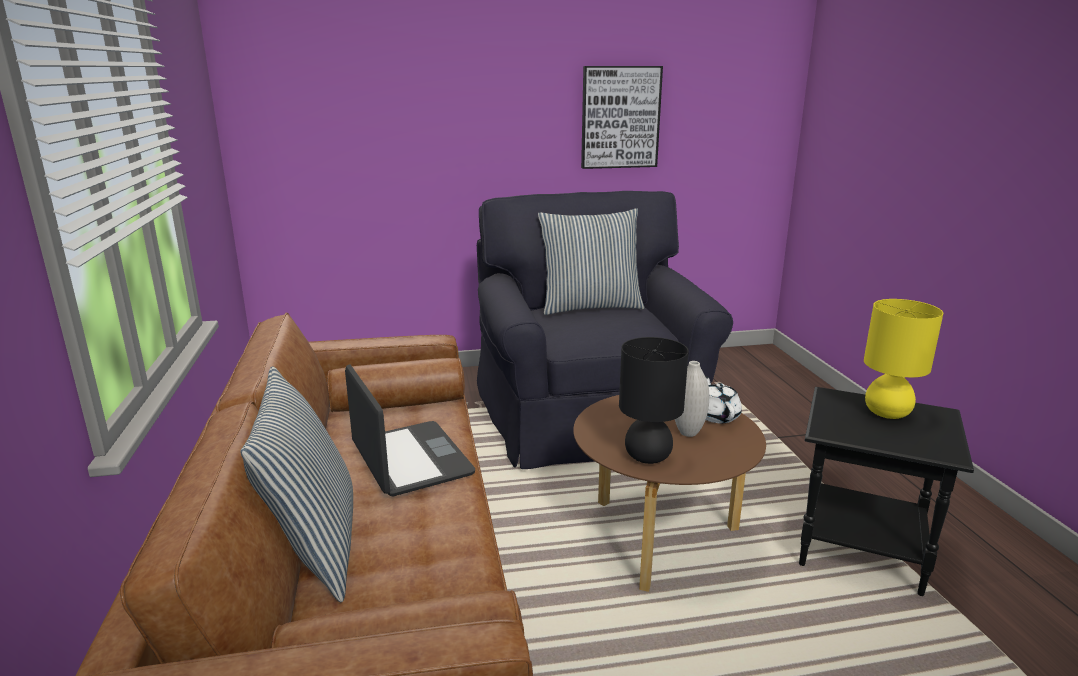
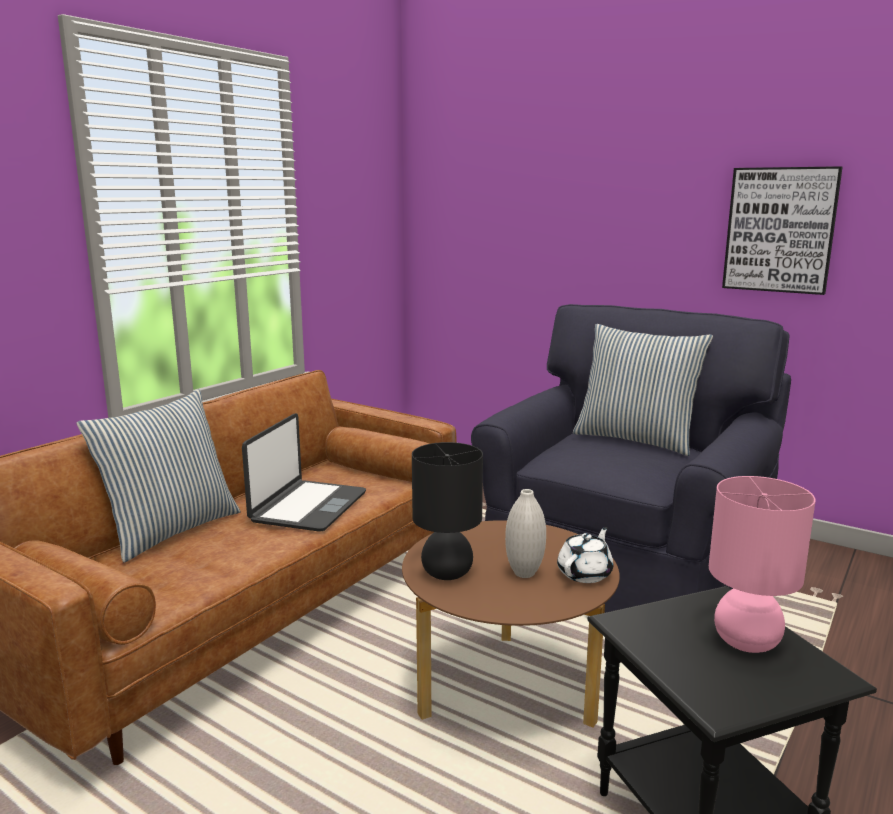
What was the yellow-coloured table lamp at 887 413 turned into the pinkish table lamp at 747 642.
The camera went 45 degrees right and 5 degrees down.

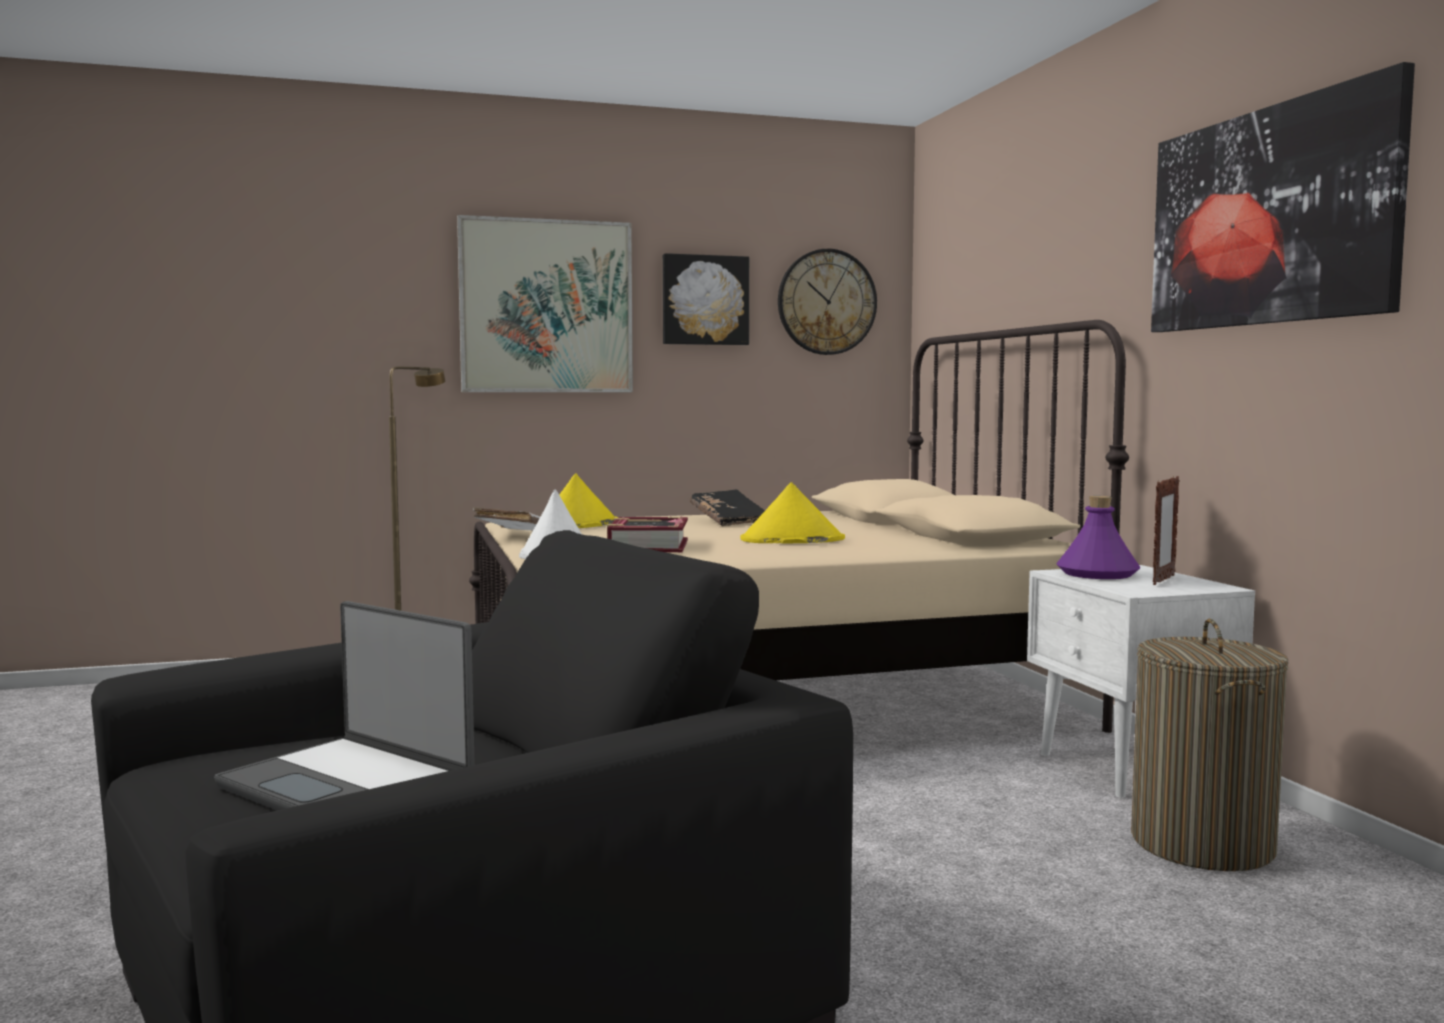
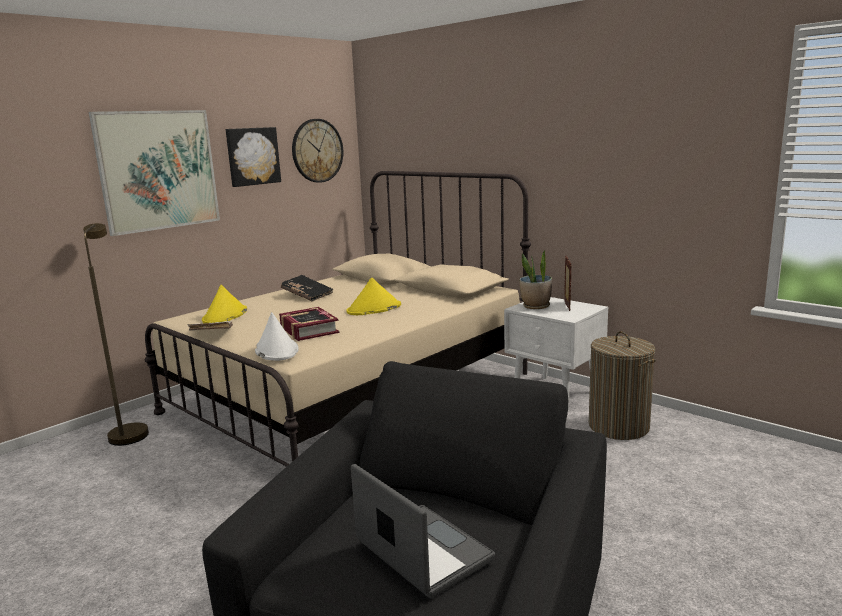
The laptop at 350 785 ended up facing another way, 135 degrees counterclockwise from before.
Where the purplish drink bottle stood at 1098 574, the houseplant came to stand at 535 306.
The second view lost the picture at 1269 217.
The camera went 30 degrees left and 10 degrees up.

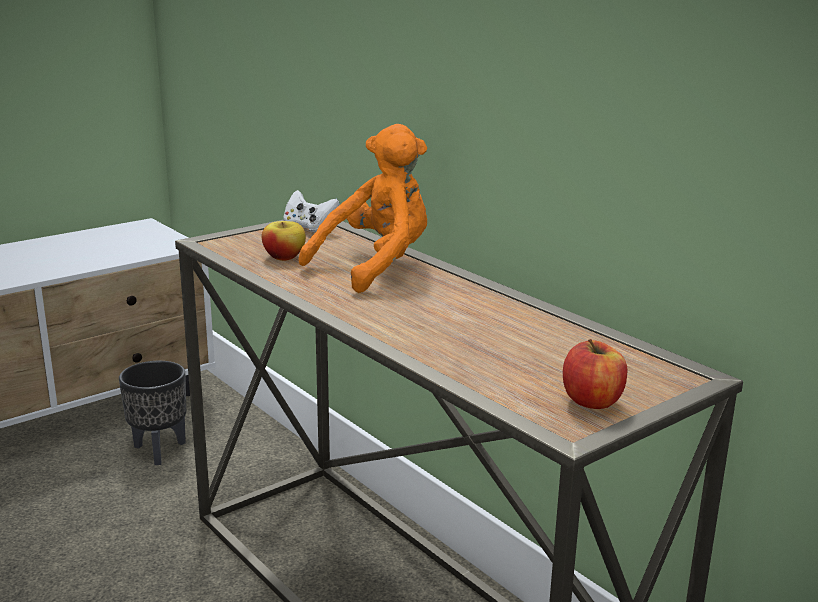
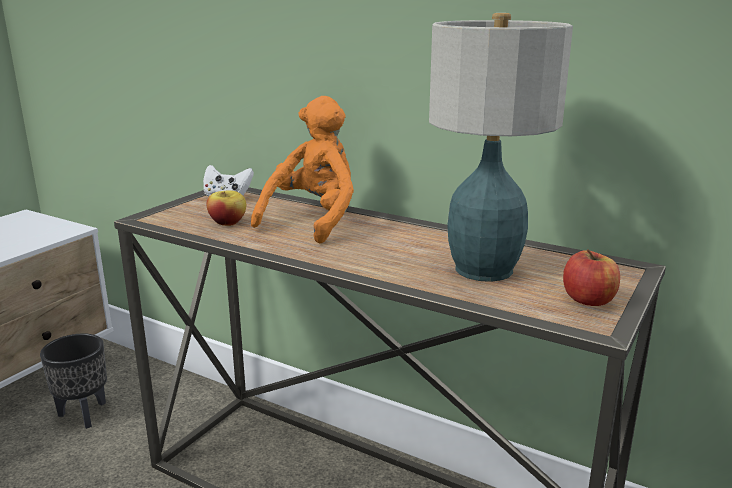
The second view gained the table lamp at 484 269.
The camera went 20 degrees left and 0 degrees up.

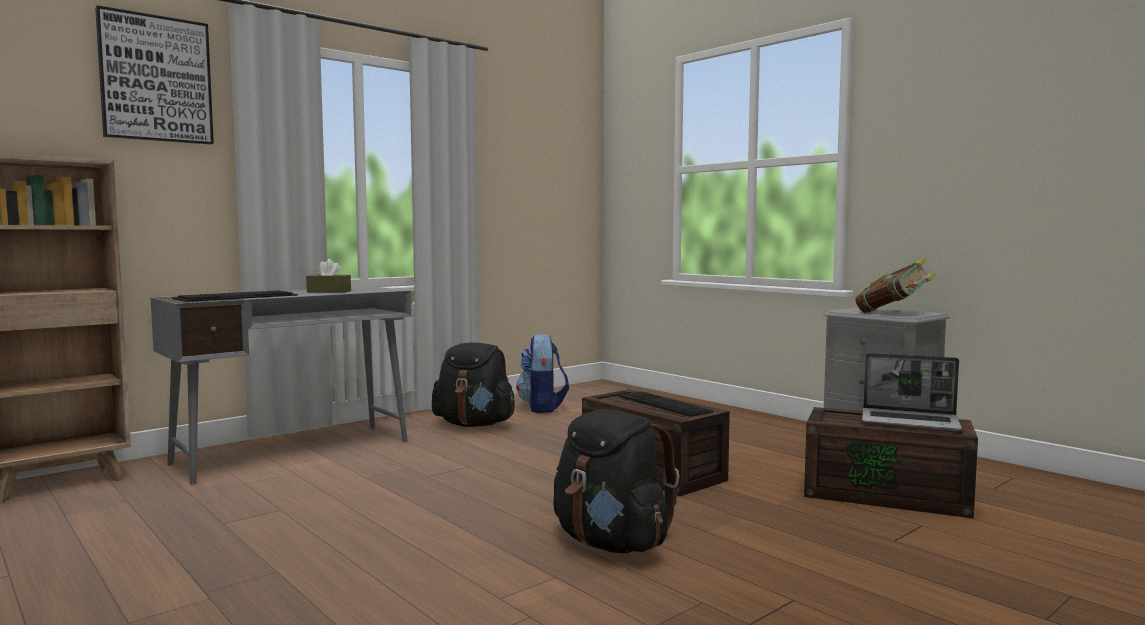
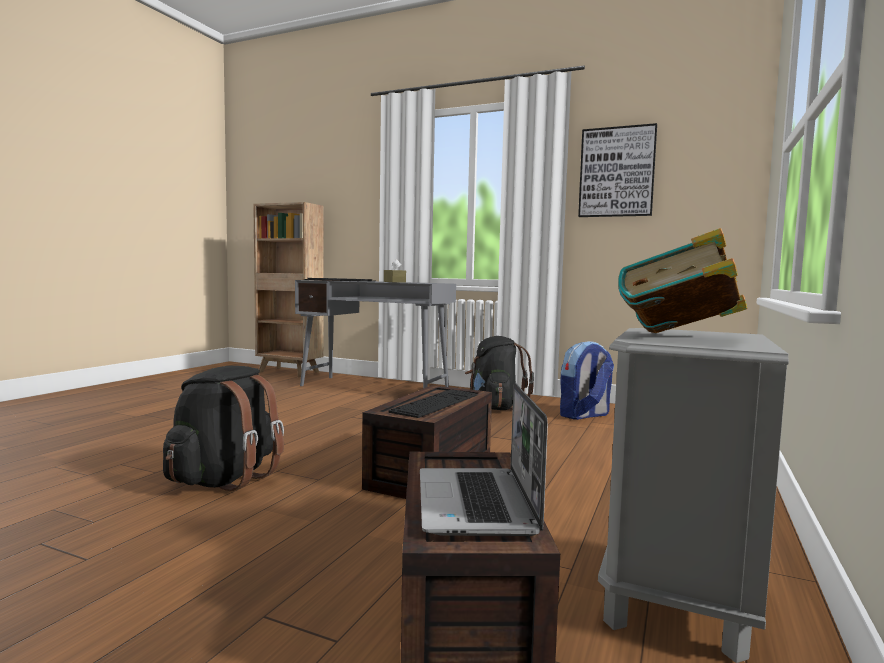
The picture ended up elsewhere, having gone from 156 79 to 617 172.
The camera went 65 degrees right and 0 degrees up.

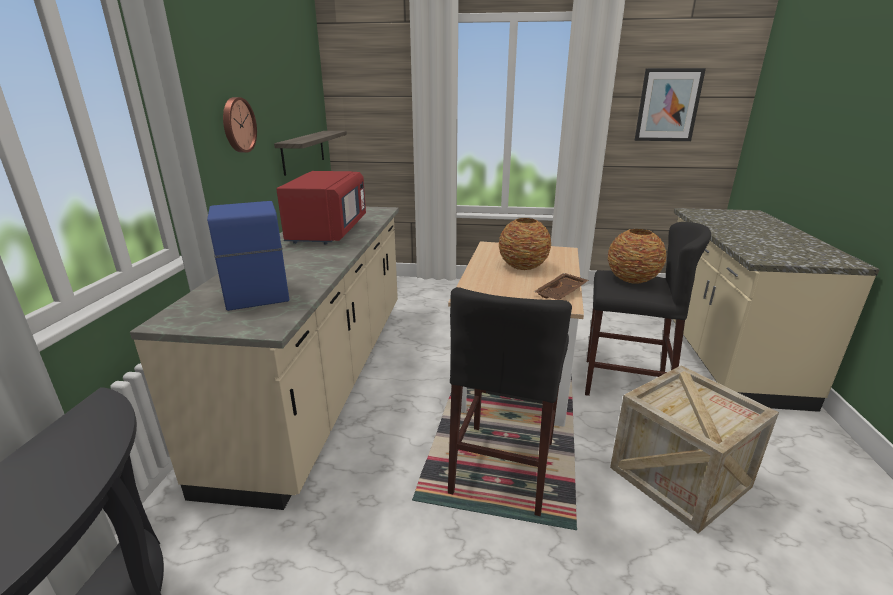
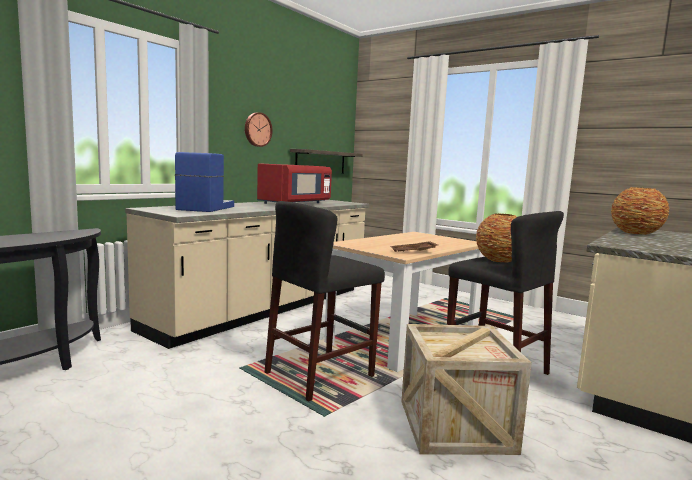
The flower vase ended up elsewhere, having gone from 523 266 to 636 233.
The second view lost the picture at 668 105.
The camera went 30 degrees right and 15 degrees down.

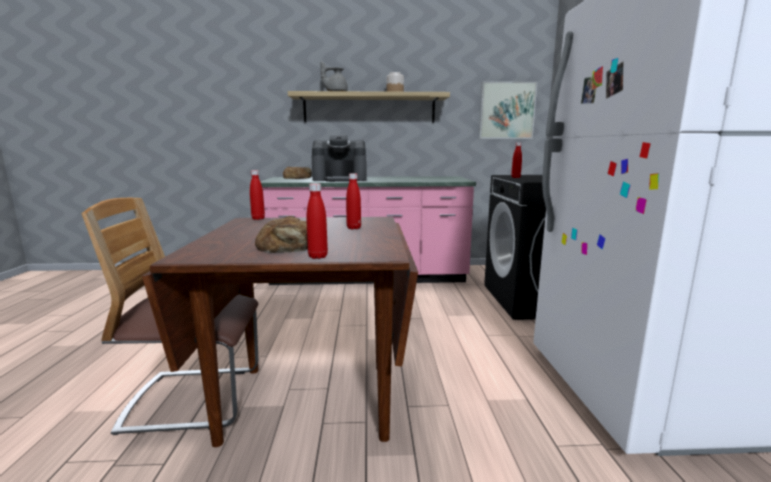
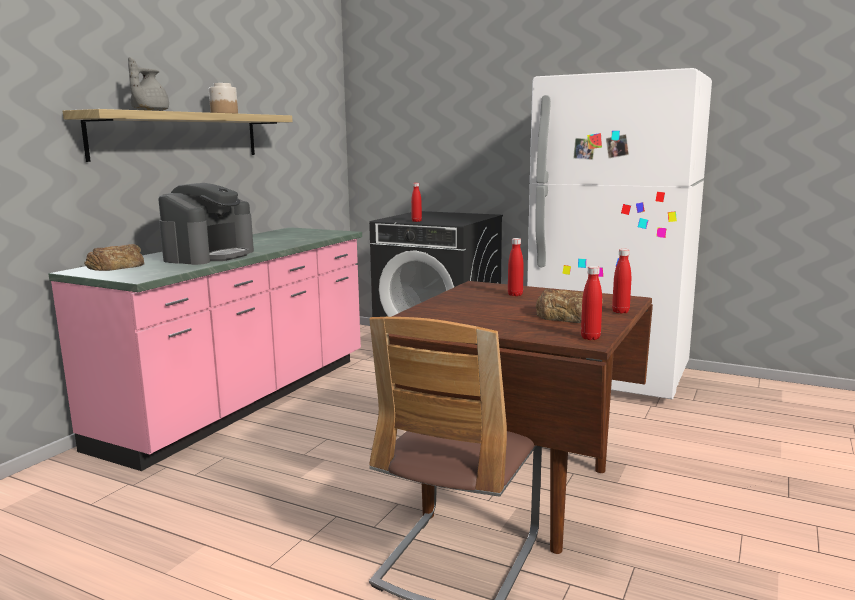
The red-coloured drink bottle ended up elsewhere, having gone from 258 218 to 590 338.
The second view lost the picture at 507 110.
The camera went 60 degrees left and 0 degrees up.

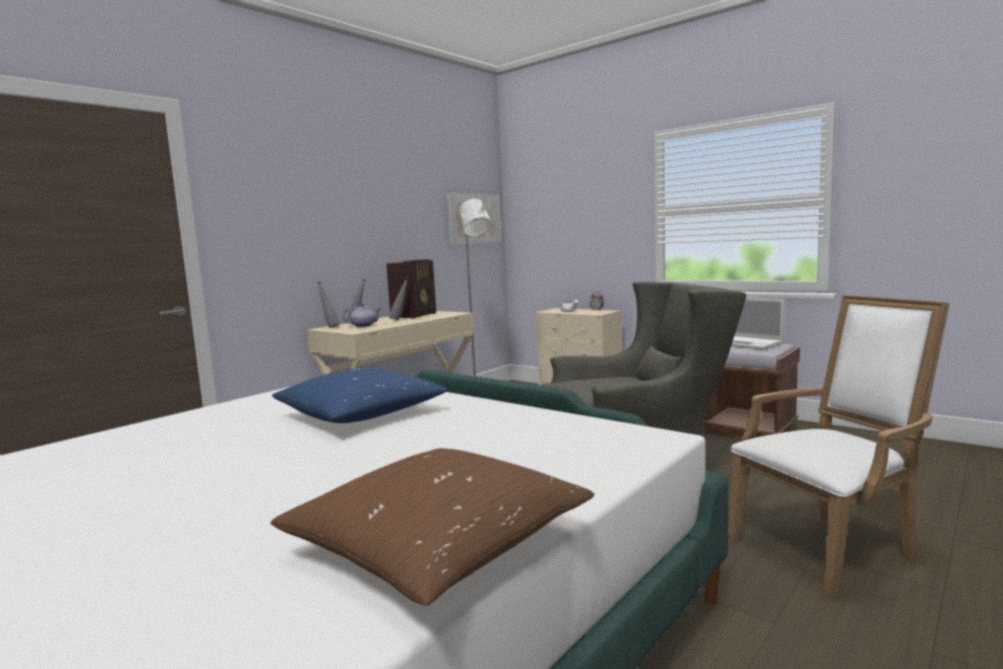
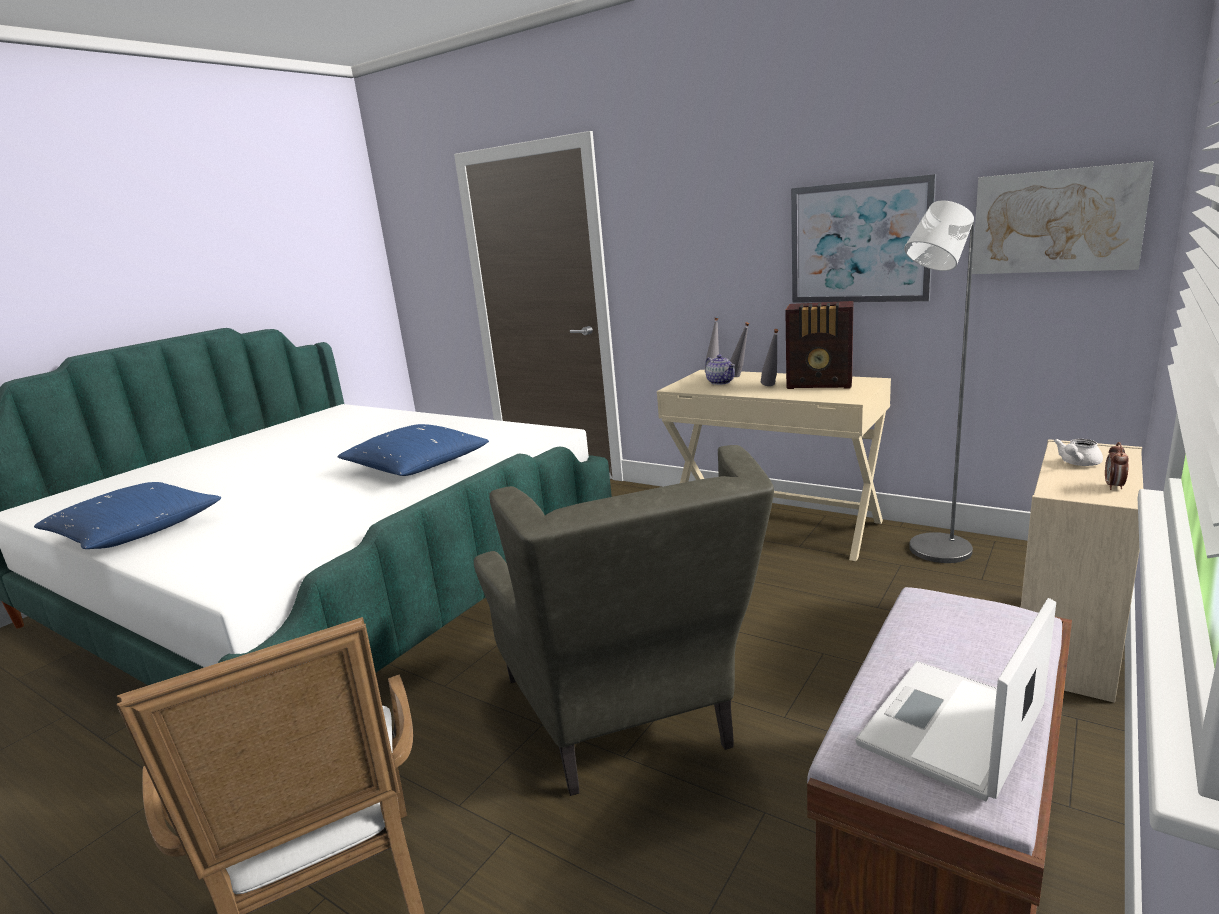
What was the brown-coloured cushion at 437 545 turned into the bluish cushion at 135 532.
The second view gained the picture at 859 243.
The camera went 85 degrees right and 10 degrees up.

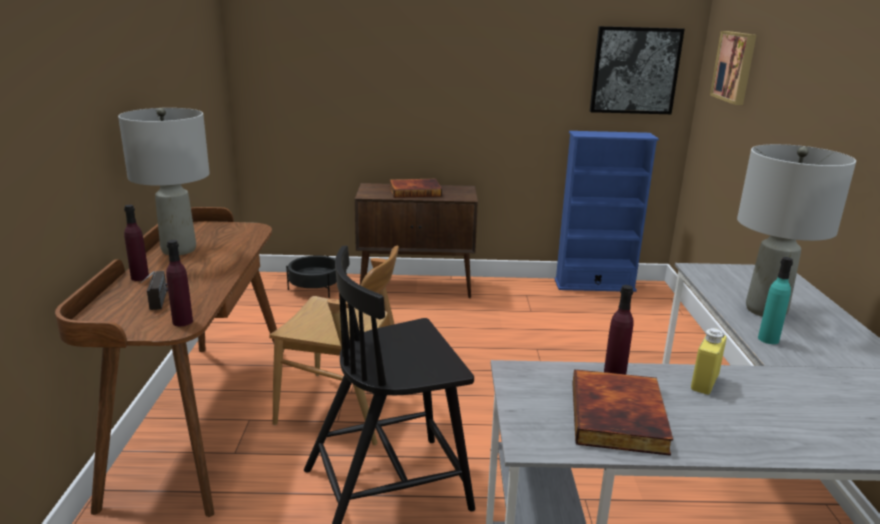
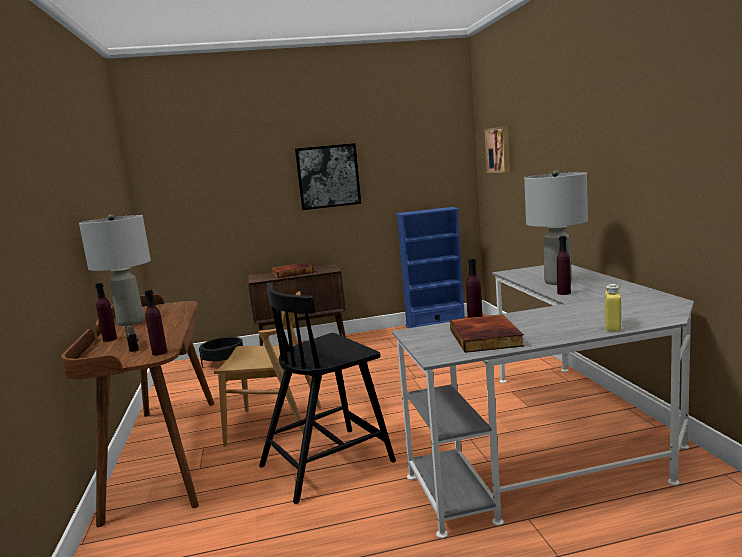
The picture ended up elsewhere, having gone from 634 70 to 328 176.
What was the turquoise drink bottle at 768 339 turned into the purplish drink bottle at 564 293.
The yellow-coloured drink bottle ended up elsewhere, having gone from 704 382 to 612 326.
The camera went 10 degrees left and 10 degrees down.

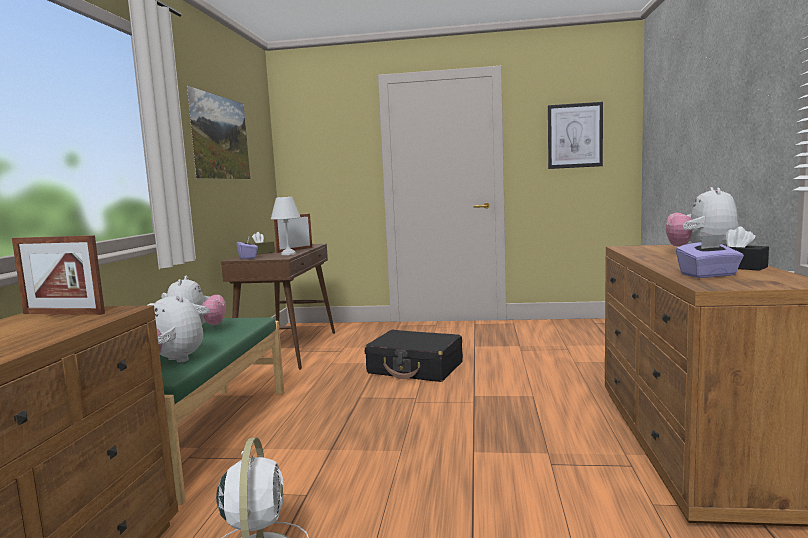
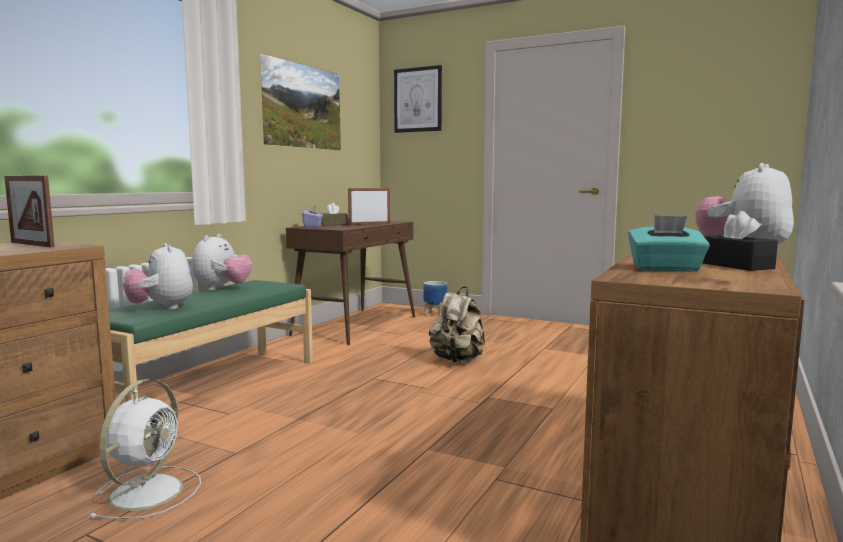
The picture ended up elsewhere, having gone from 575 135 to 418 100.
The second view gained the planter at 435 314.
Where the black piece of luggage stood at 415 368, the sand-coloured backpack came to stand at 457 360.
What was the purplish tissue holder at 708 275 turned into the turquoise tissue holder at 665 269.
The second view lost the whitish table lamp at 288 254.
The camera went 20 degrees right and 0 degrees up.

